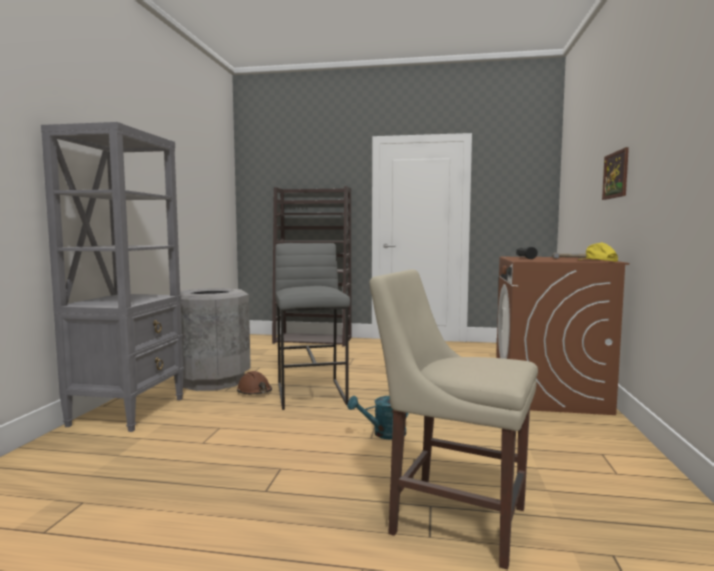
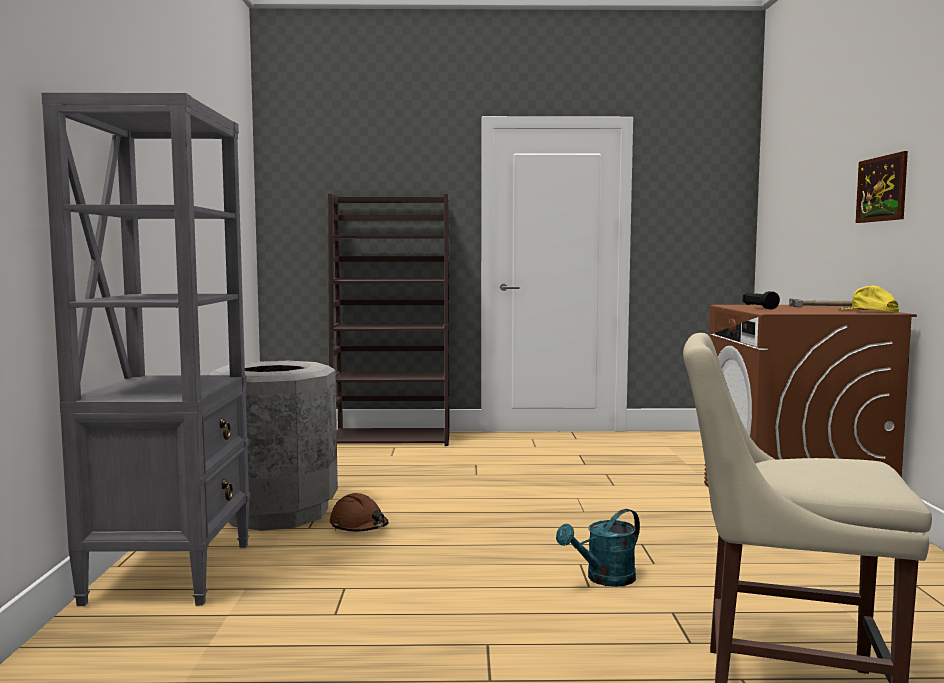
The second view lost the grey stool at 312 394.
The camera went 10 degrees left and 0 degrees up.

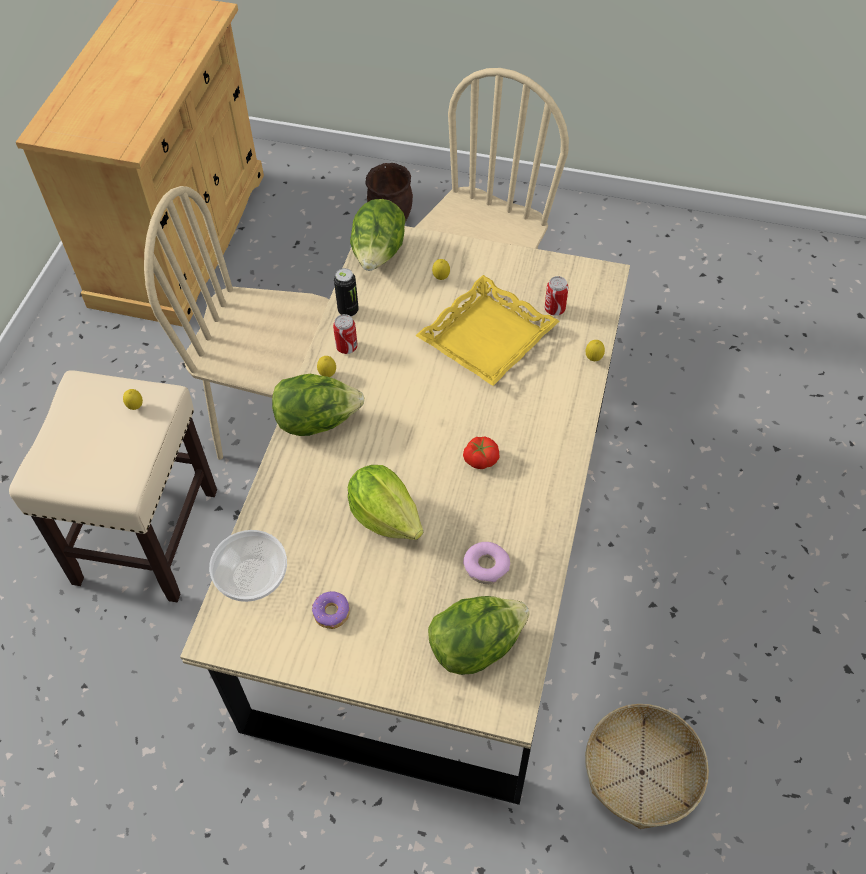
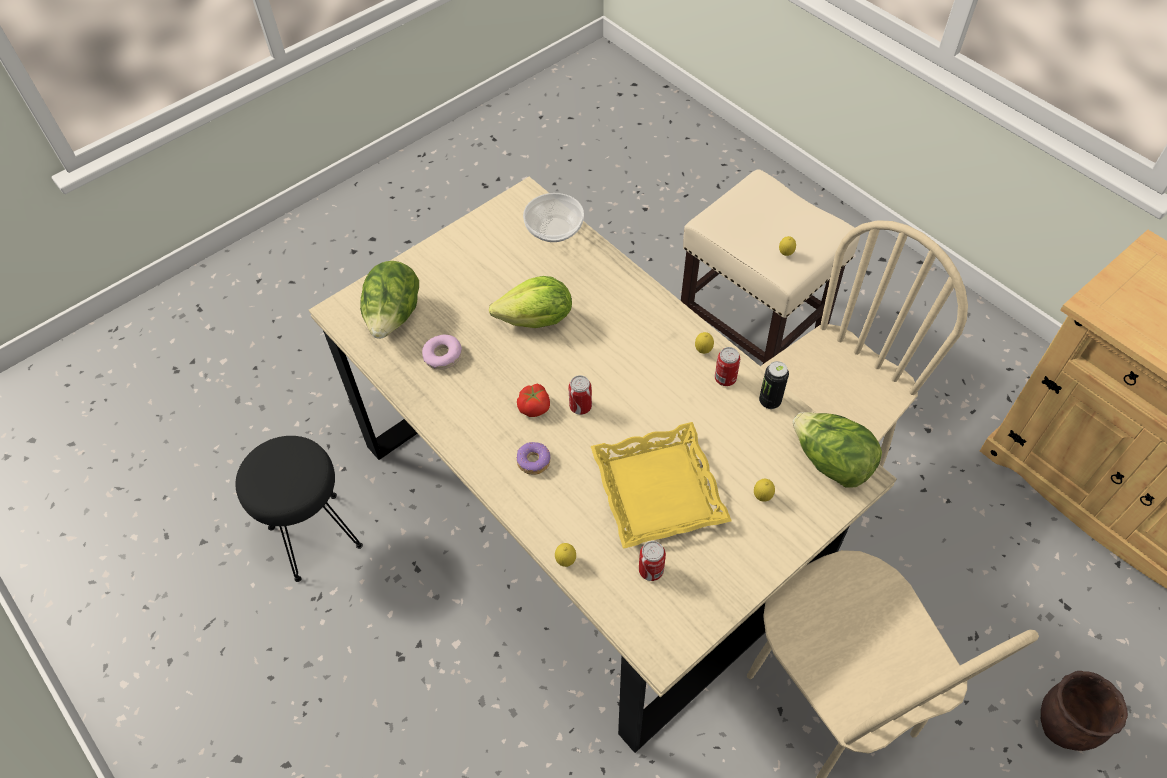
Where the storage basket stood at 642 773, the black stool came to stand at 315 535.
The doughnut ended up elsewhere, having gone from 331 613 to 533 461.
The second view gained the metal can at 580 407.
The second view lost the head of lettuce at 317 421.
The camera went 125 degrees right and 0 degrees up.

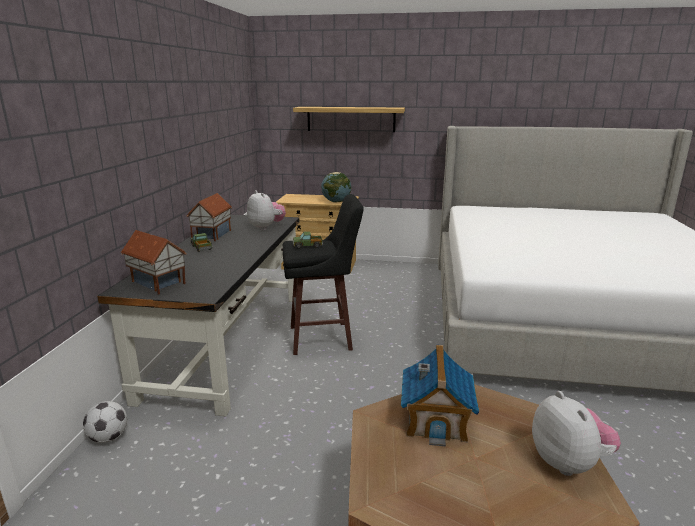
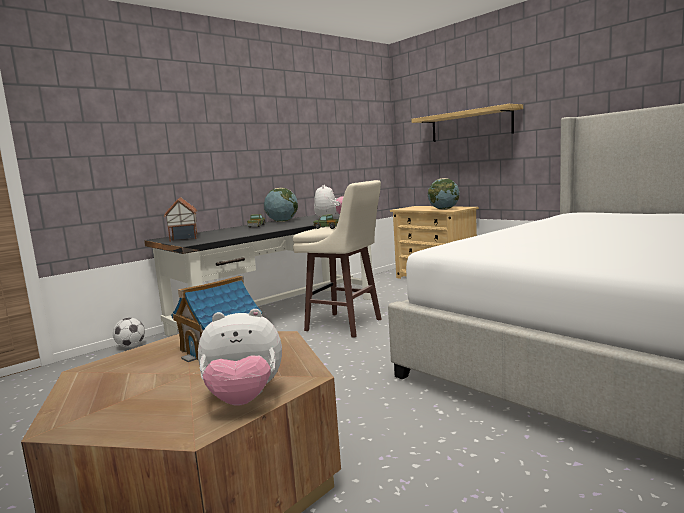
The cuddly toy at 568 463 ended up facing another way, 60 degrees clockwise from before.
Where the model house stood at 211 235, the world globe came to stand at 282 221.
What was the black stool at 323 338 turned into the sand-coloured stool at 345 325.
The camera went 40 degrees right and 10 degrees down.

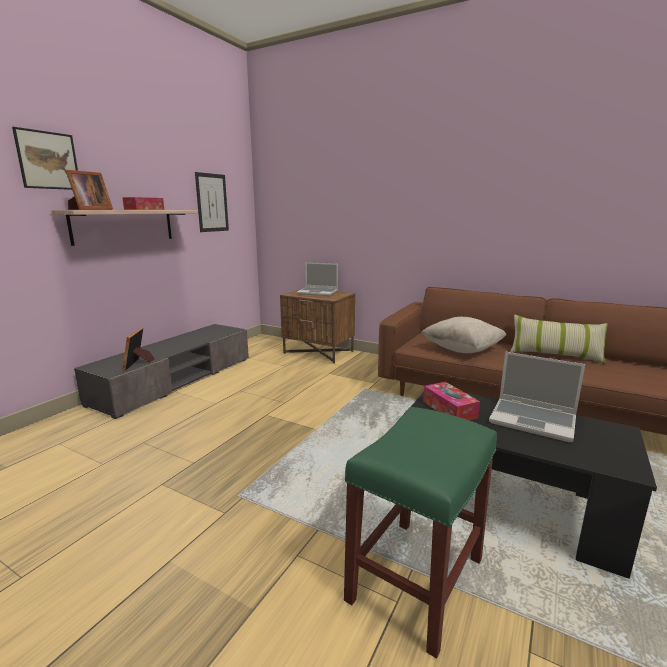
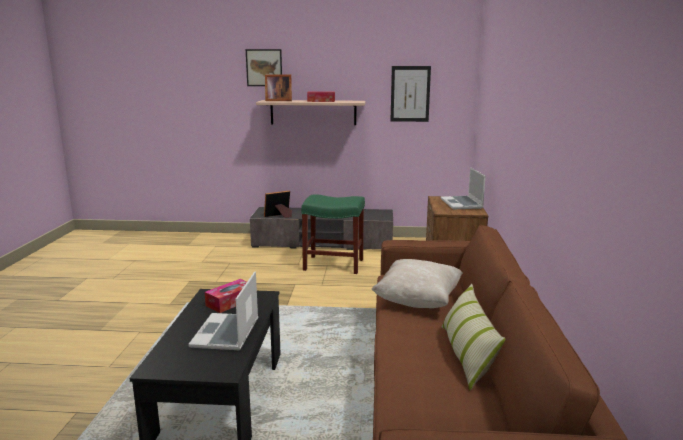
The green-coloured stool ended up elsewhere, having gone from 416 577 to 334 265.
The camera went 65 degrees right and 0 degrees up.

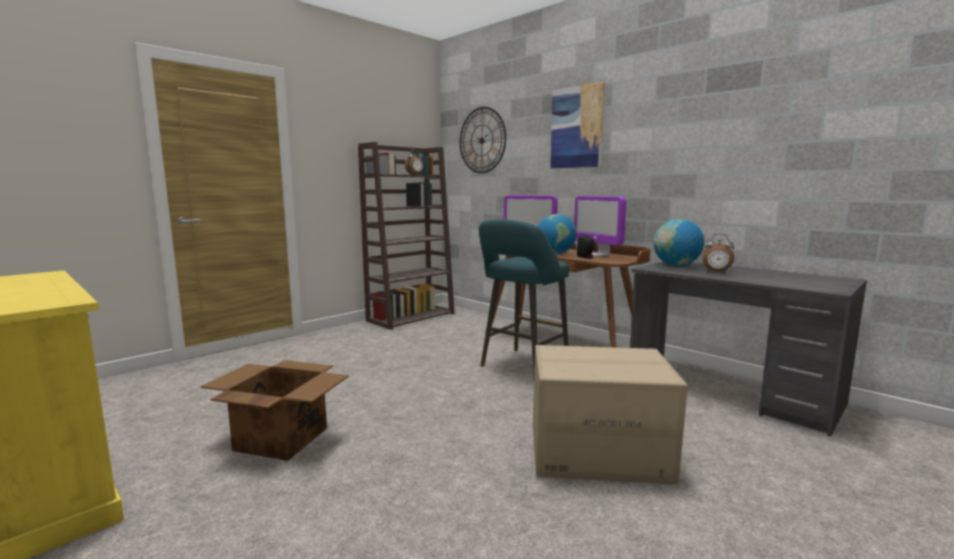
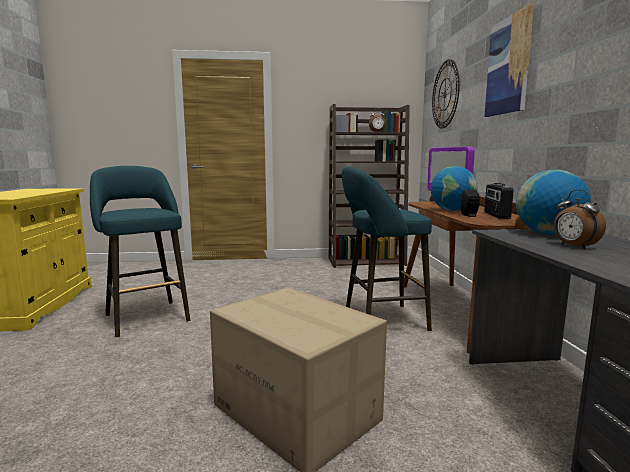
Where the carton stood at 281 438, the turquoise stool came to stand at 145 316.
Where the computer screen stood at 598 255, the radio set came to stand at 496 215.
The camera went 40 degrees right and 0 degrees up.

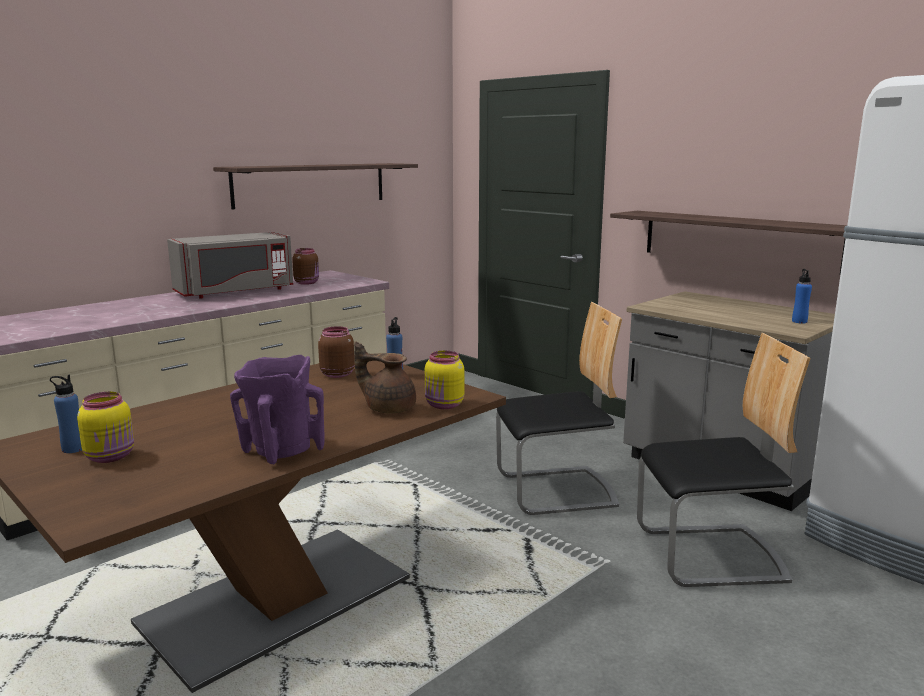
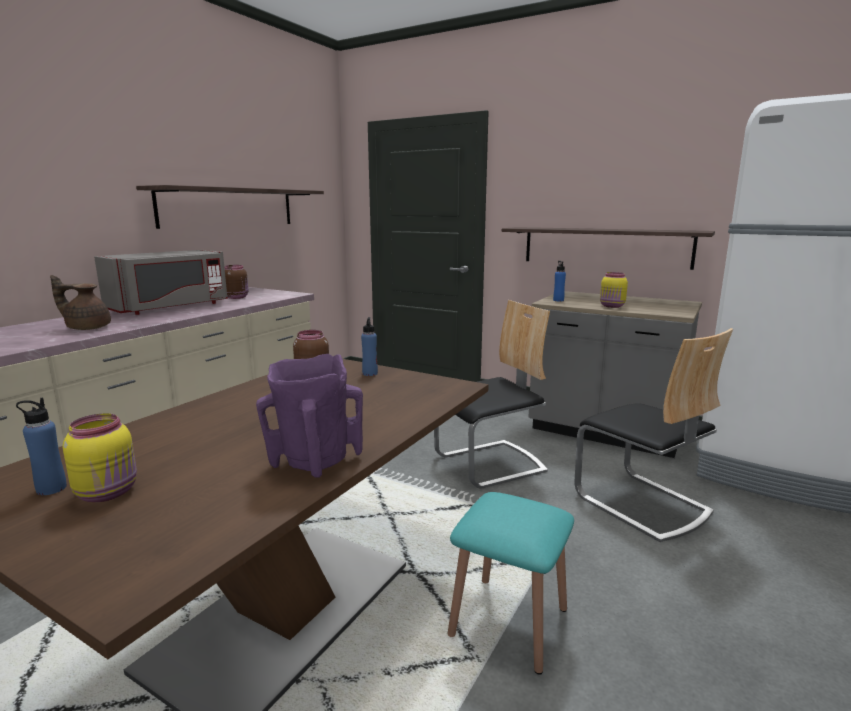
The brown-coloured teapot ended up elsewhere, having gone from 388 408 to 87 328.
The second view gained the turquoise stool at 509 622.
The bluish drink bottle ended up elsewhere, having gone from 799 321 to 558 300.
The upright chair at 710 555 ended up facing another way, 75 degrees clockwise from before.
The yellow-coloured jar ended up elsewhere, having gone from 444 405 to 612 306.
The camera went 15 degrees left and 0 degrees up.

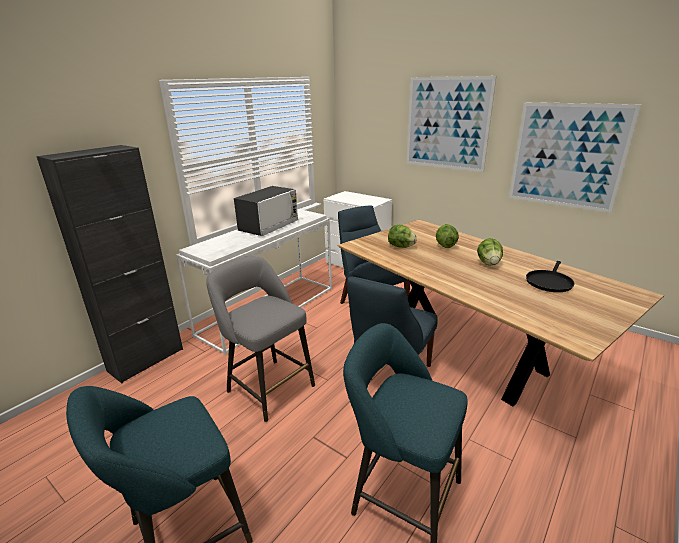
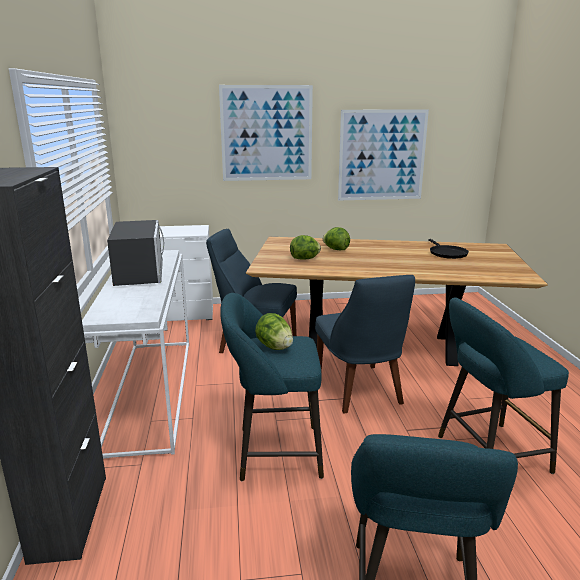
What was the grey stool at 268 387 turned into the turquoise stool at 273 453.
The head of lettuce ended up elsewhere, having gone from 488 263 to 274 347.
The camera went 45 degrees left and 5 degrees down.

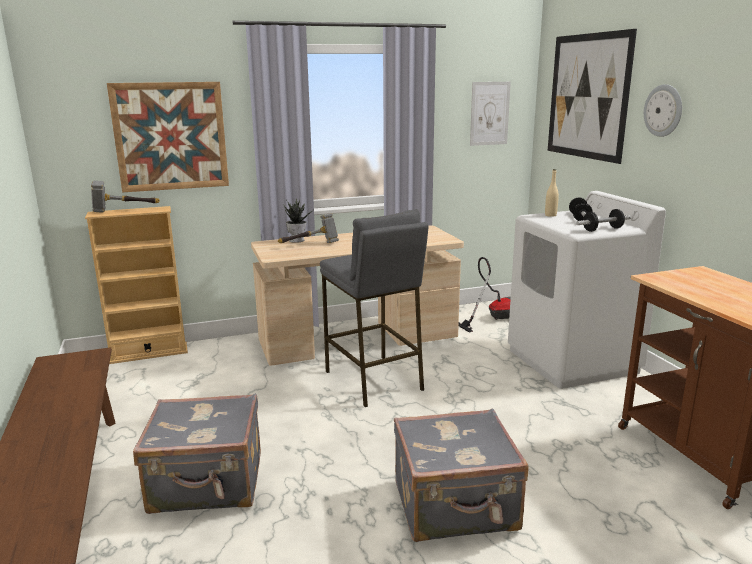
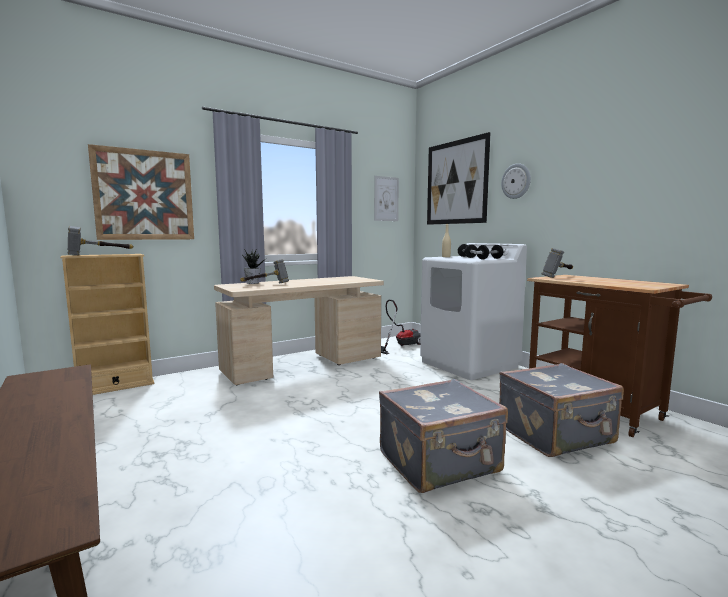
The grey piece of luggage ended up elsewhere, having gone from 208 484 to 556 435.
The second view gained the tool hammer at 559 276.
The second view lost the grey stool at 373 380.
The camera went 15 degrees left and 10 degrees down.

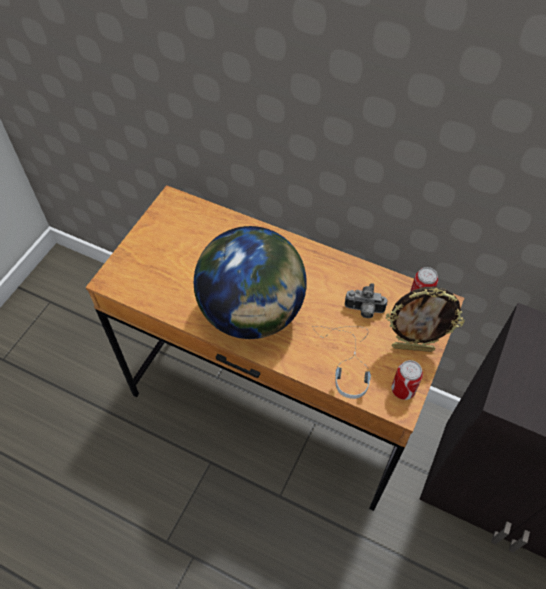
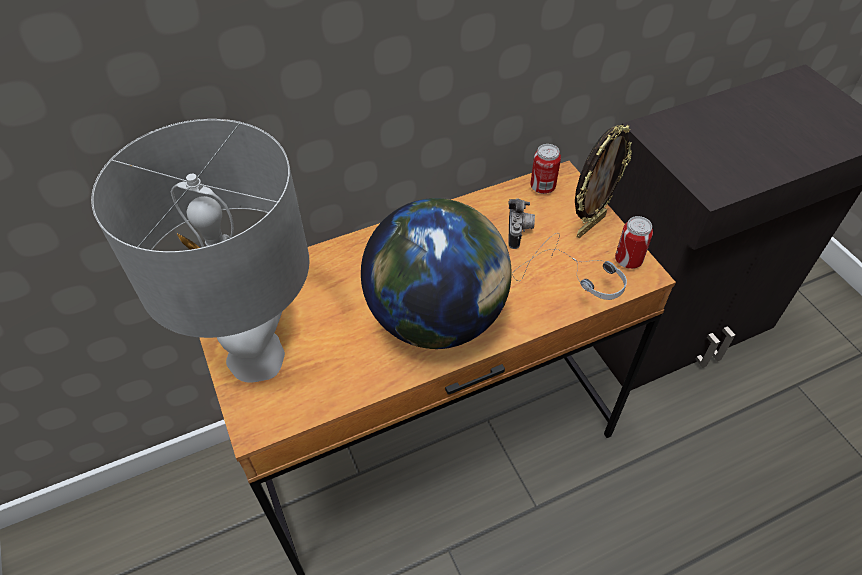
The second view gained the grey table lamp at 257 356.
The photo camera at 364 311 ended up facing another way, 45 degrees counterclockwise from before.
The camera went 50 degrees left and 5 degrees down.

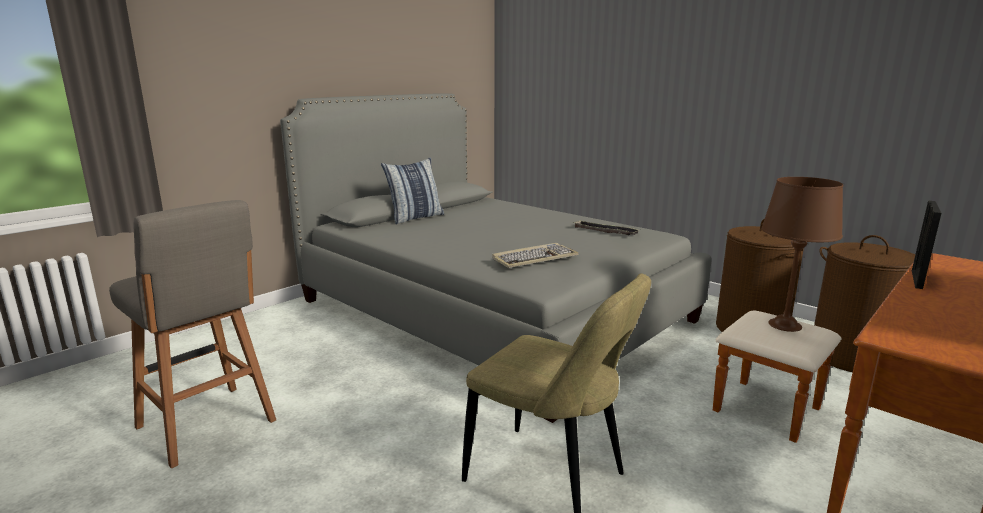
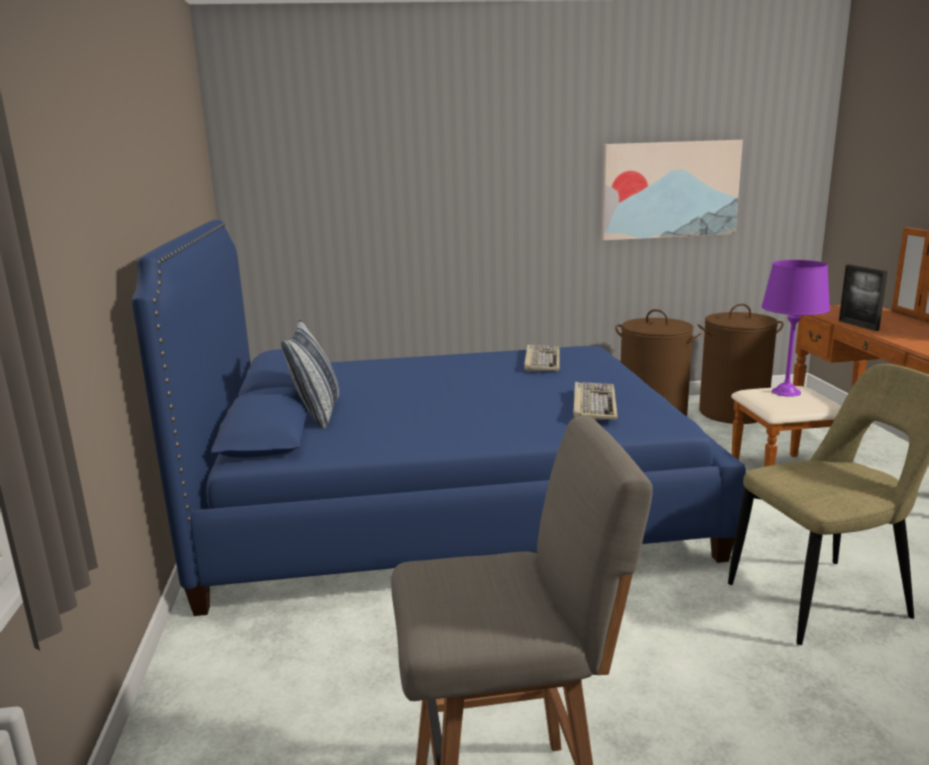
What was the grey sleeping bed at 491 310 turned into the bluish sleeping bed at 448 502.
Where the serving tray stood at 605 231, the computer keyboard came to stand at 541 360.
The second view gained the picture at 669 190.
What was the brown-coloured table lamp at 785 325 turned into the purplish table lamp at 786 392.
The camera went 50 degrees left and 0 degrees up.

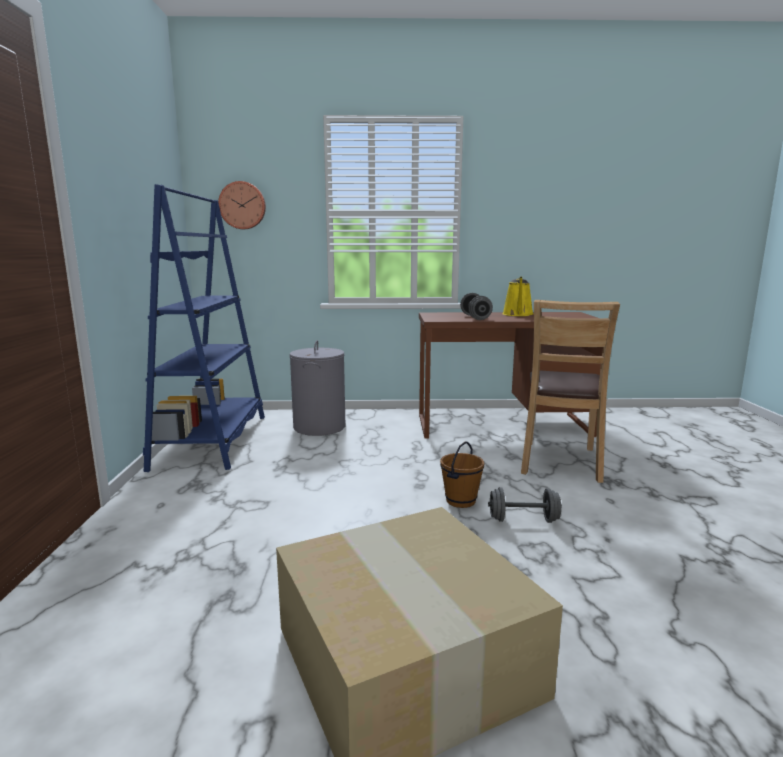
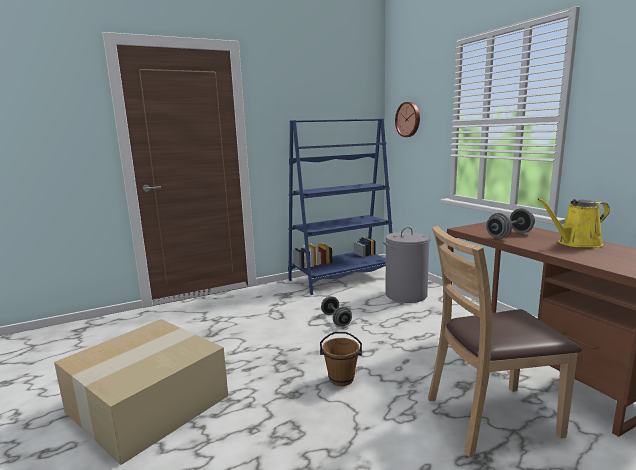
The grey dumbbell ended up elsewhere, having gone from 523 520 to 336 320.
The camera went 65 degrees right and 0 degrees up.

